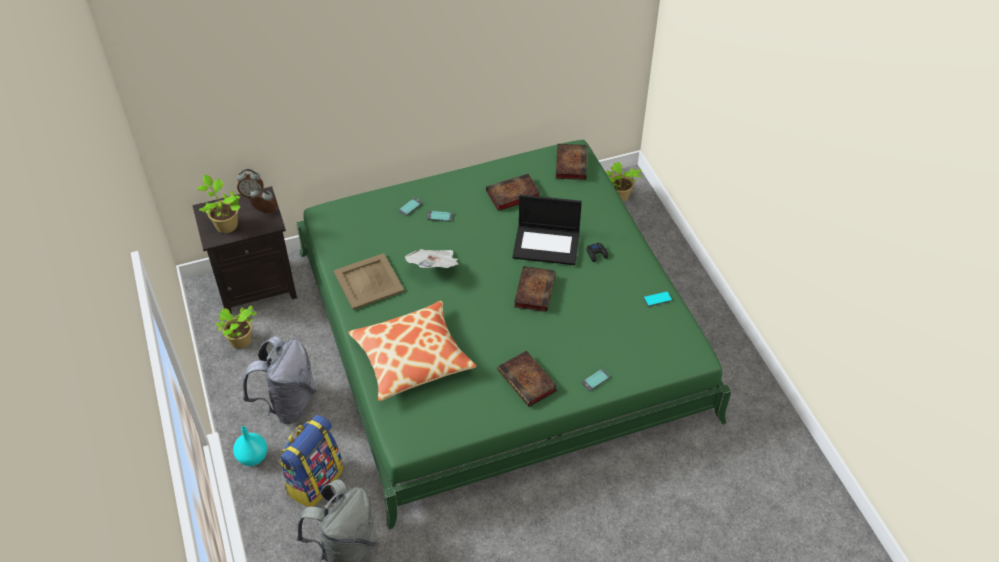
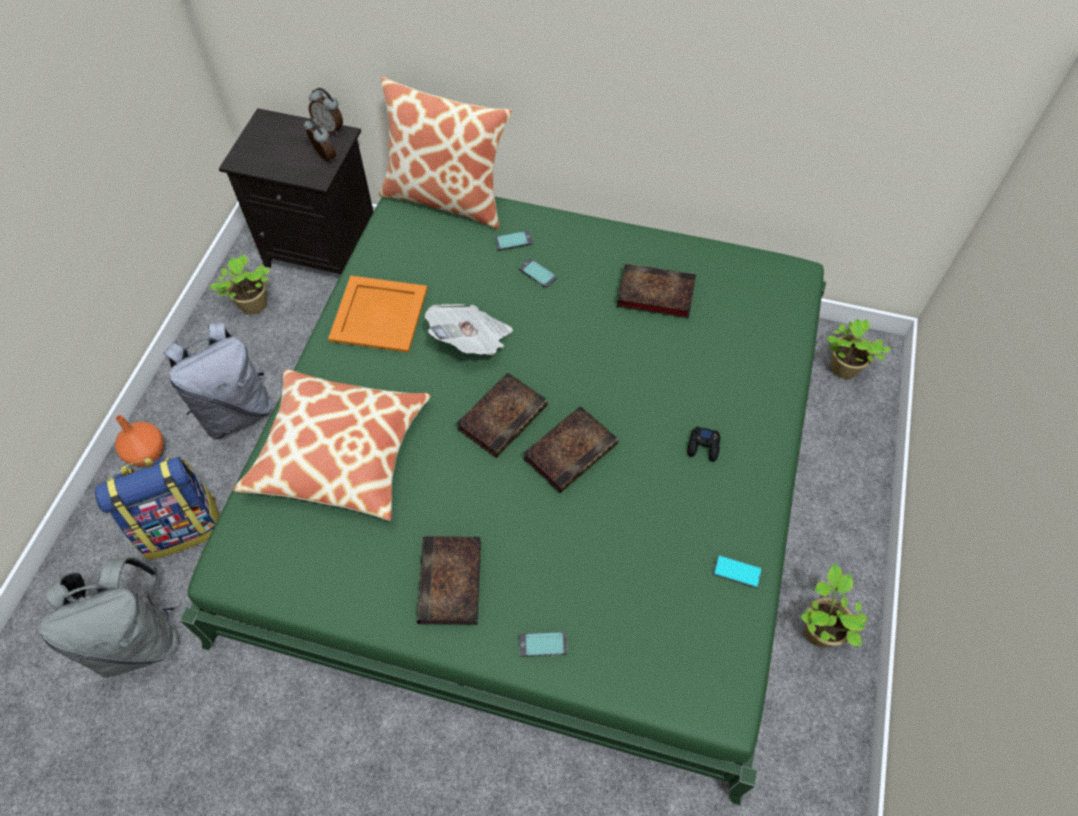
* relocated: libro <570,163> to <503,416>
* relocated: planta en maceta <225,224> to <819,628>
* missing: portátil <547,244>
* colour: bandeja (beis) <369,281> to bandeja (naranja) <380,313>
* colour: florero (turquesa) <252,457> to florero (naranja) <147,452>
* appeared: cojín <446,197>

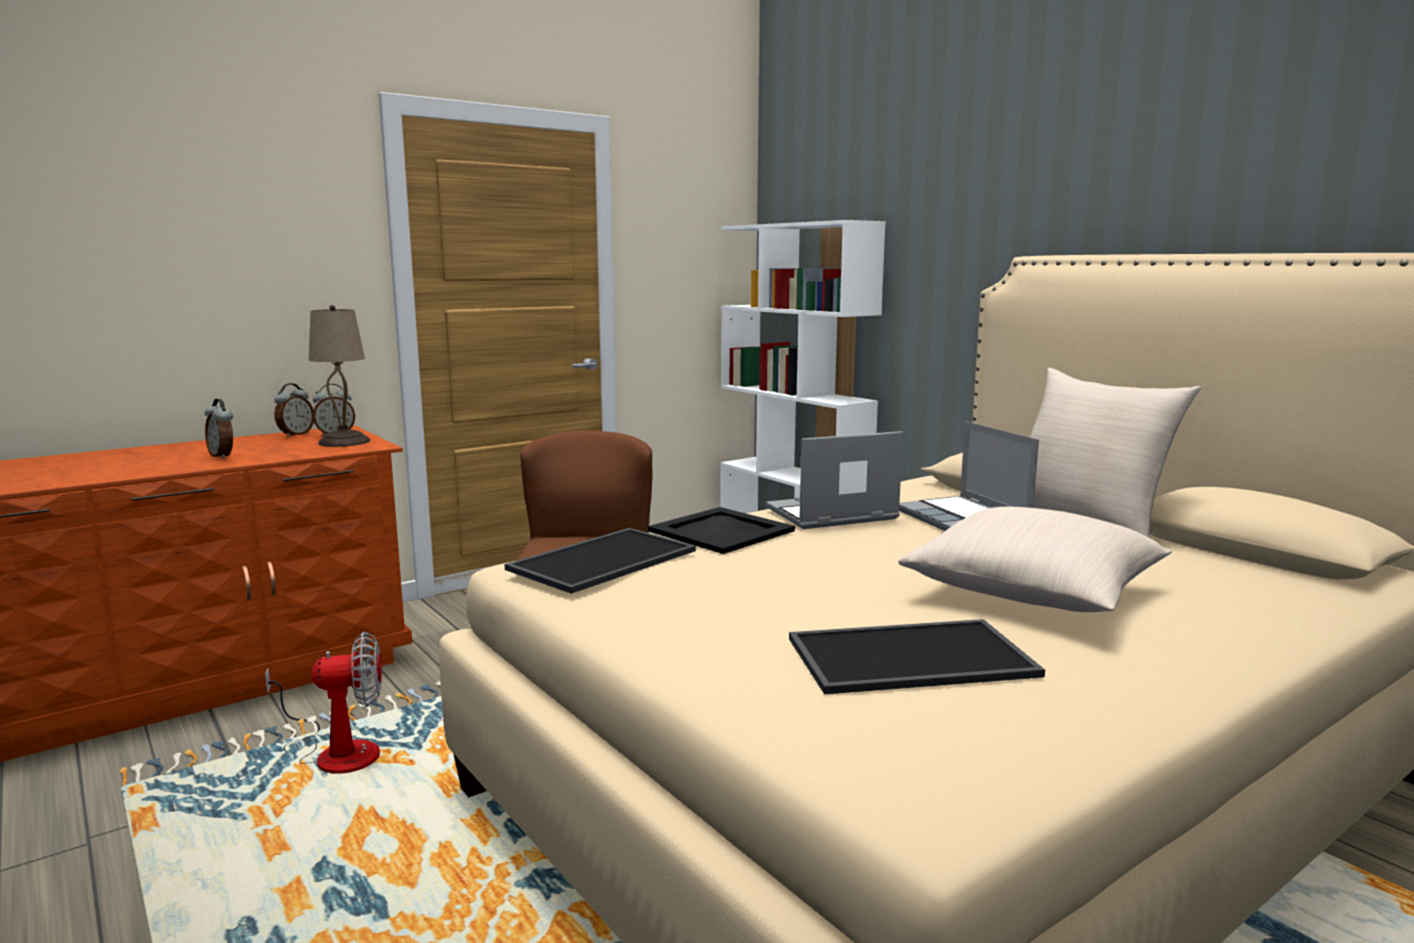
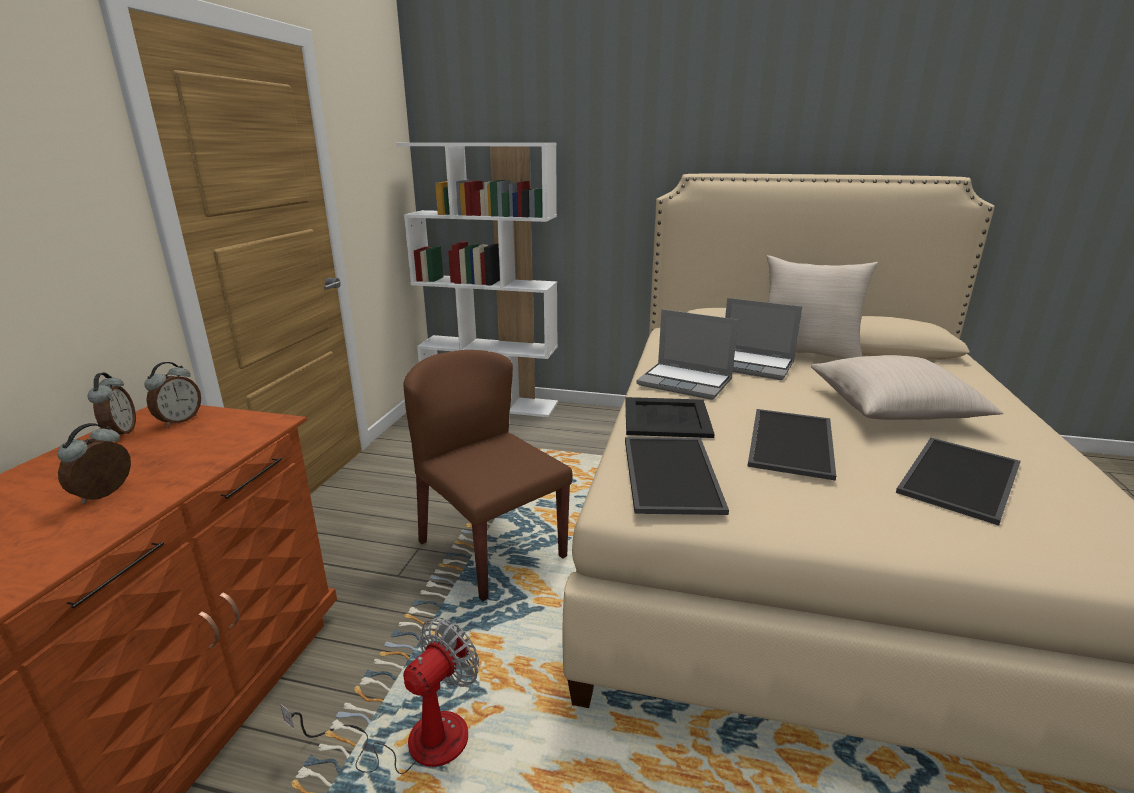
* missing: lámpara de mesa (beis) <345,442>
* spun: despertador <223,456> = <106,495> 105 degrees clockwise
* spun: portátil <830,515> = <686,382> 90 degrees counterclockwise
* appeared: bandeja <793,443>

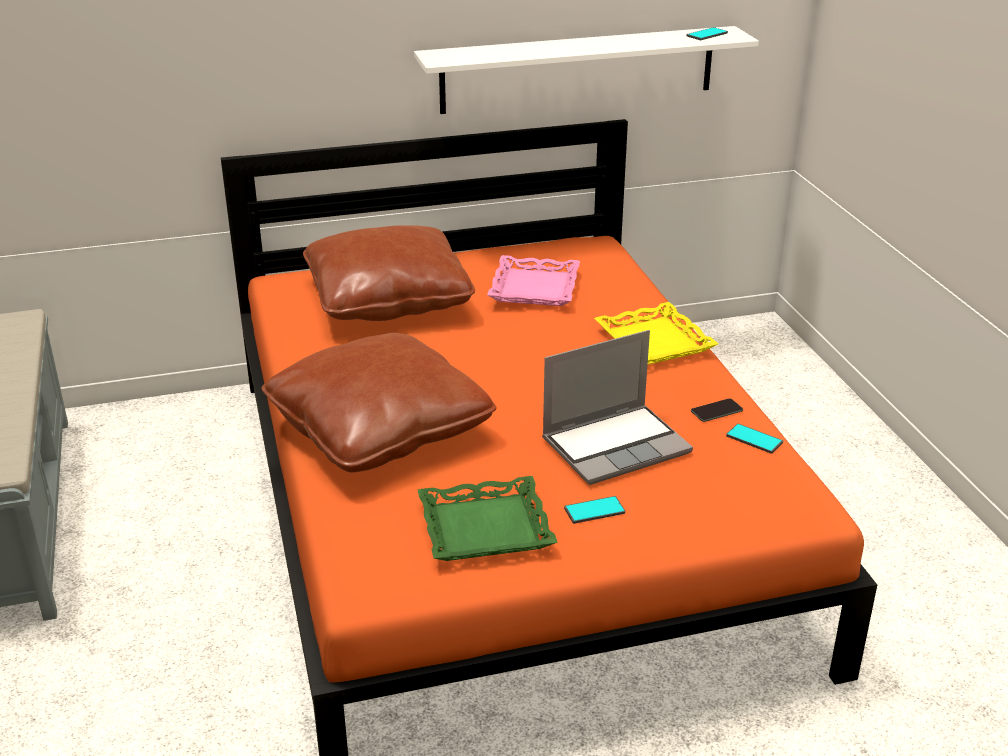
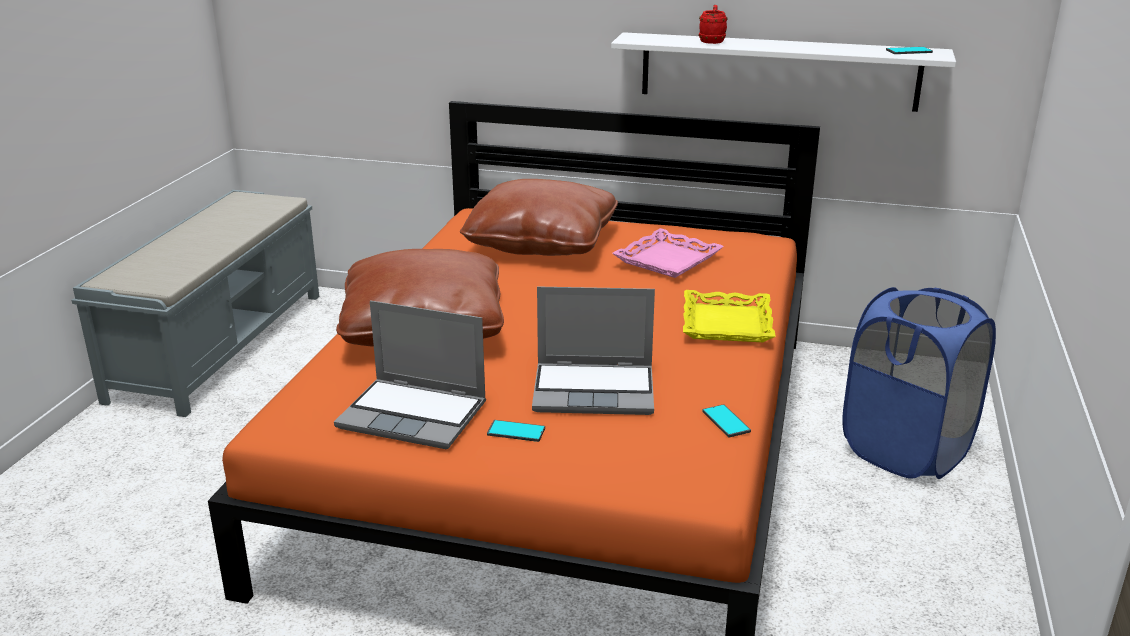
* missing: móvil <716,411>
* exchanged: bandeja (verde) <485,527> to portátil <415,415>
* appeared: taza grande (rojo) <712,41>
* appeared: cesto de la ropa (azul) <905,450>

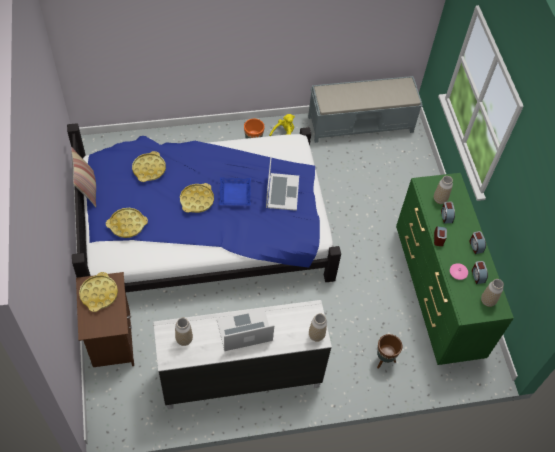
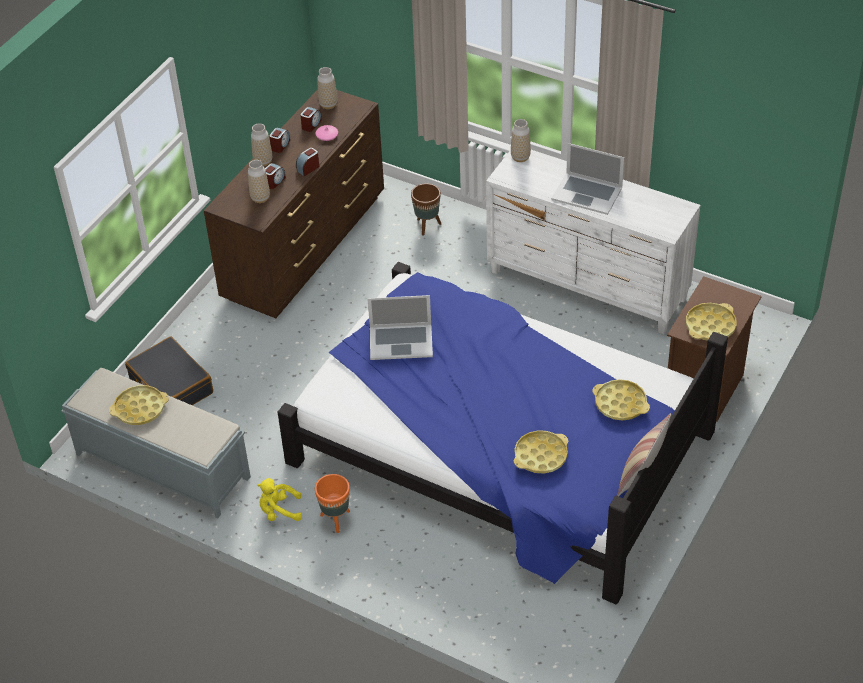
* spun: portátil <282,192> = <401,341> 135 degrees counterclockwise
* colour: cómoda (verde) <437,293> to cómoda (marrón) <306,247>
* missing: bandeja (azul) <234,193>
* relocated: bandeja (amarillo) <197,200> to <140,409>
* relocated: florero <184,339> to <263,162>
* appeared: maleta (negro) <170,386>

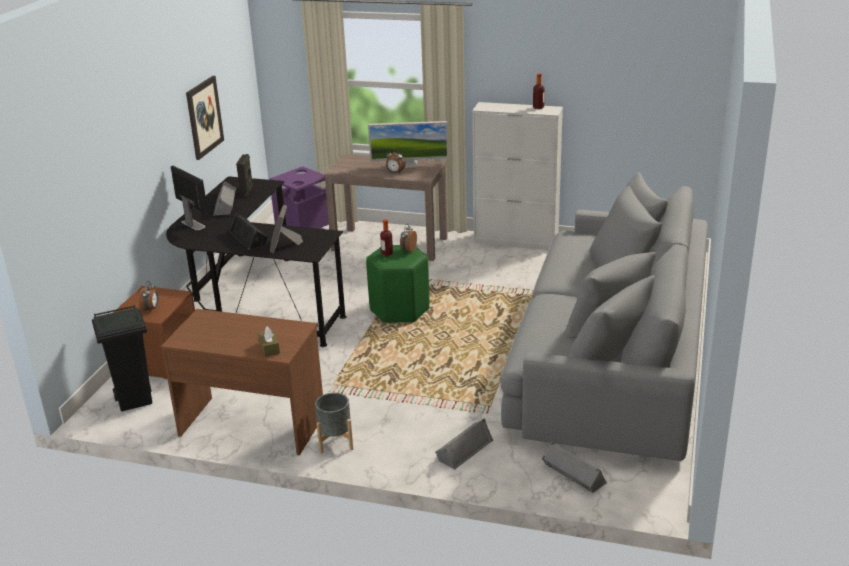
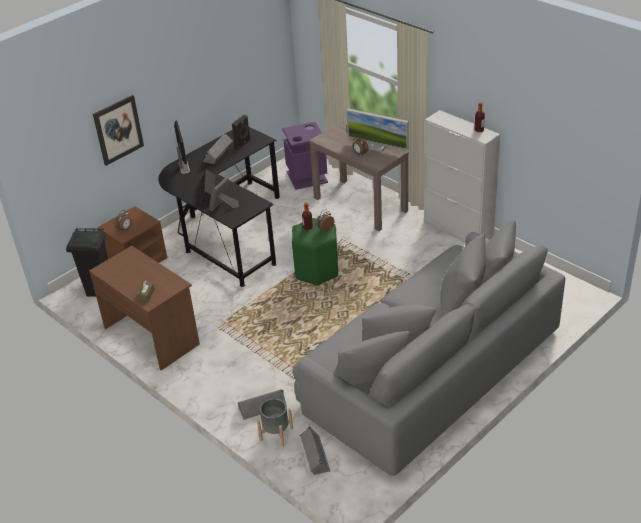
* relocated: cuadro <204,117> to <118,130>
* relocated: maceta (gris) <335,441> to <276,434>

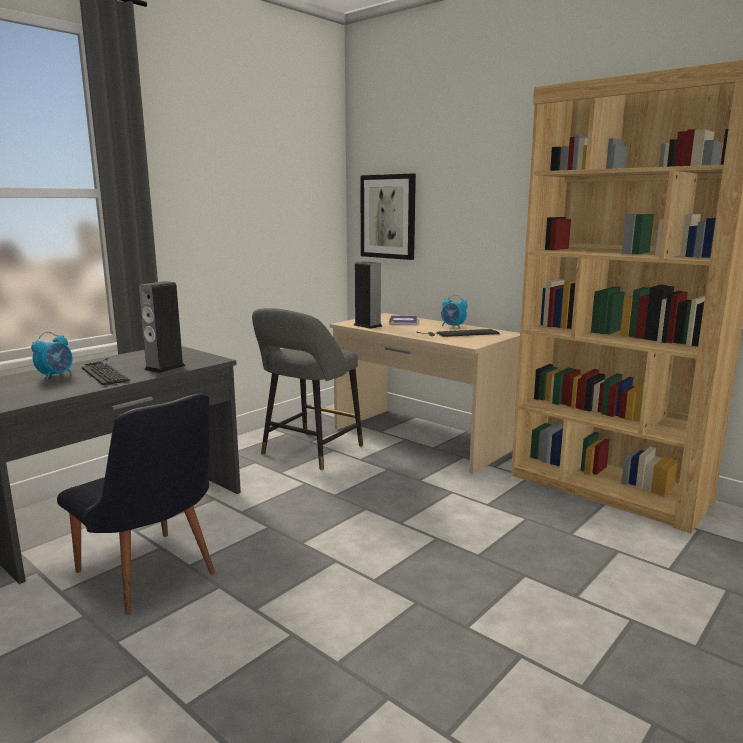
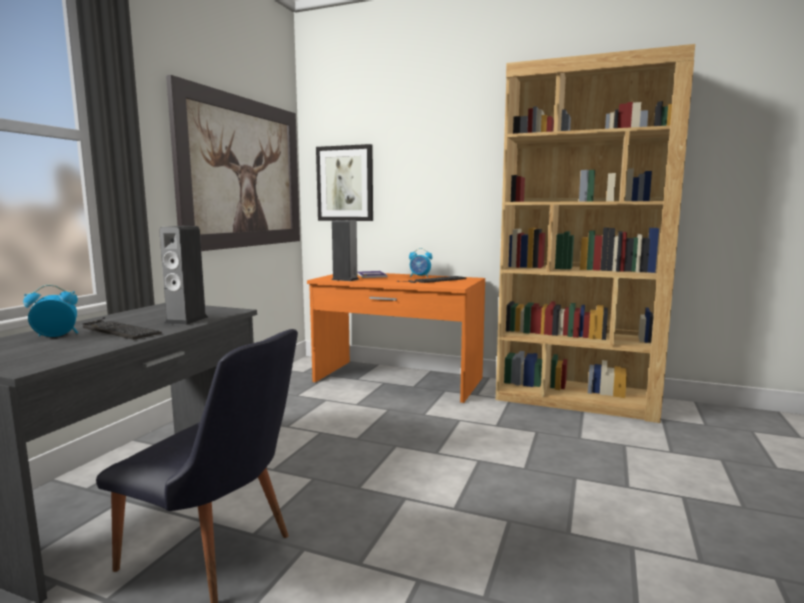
* missing: taburete (gris) <309,452>
* colour: escritorio (beis) <421,438> to escritorio (naranja) <397,380>
* spun: despertador <56,375> = <56,336> 120 degrees counterclockwise
* appeared: cuadro <243,173>

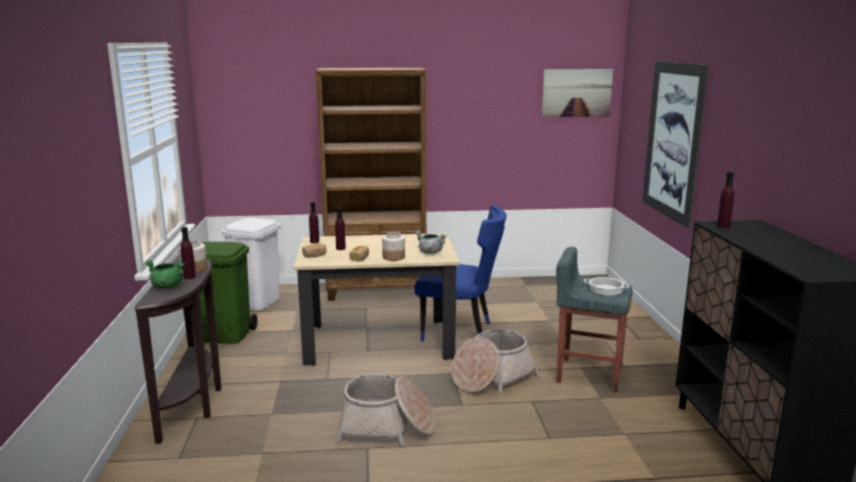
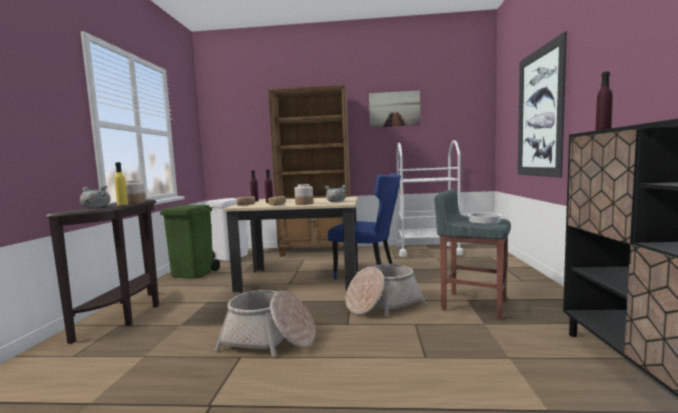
* relocated: cuadro <576,93> to <394,109>
* colour: botella (morado) <189,277> to botella (amarillo) <122,204>
* colour: olla (verde) <166,286> to olla (gris) <95,207>
* appeared: carrito (blanco) <427,250>

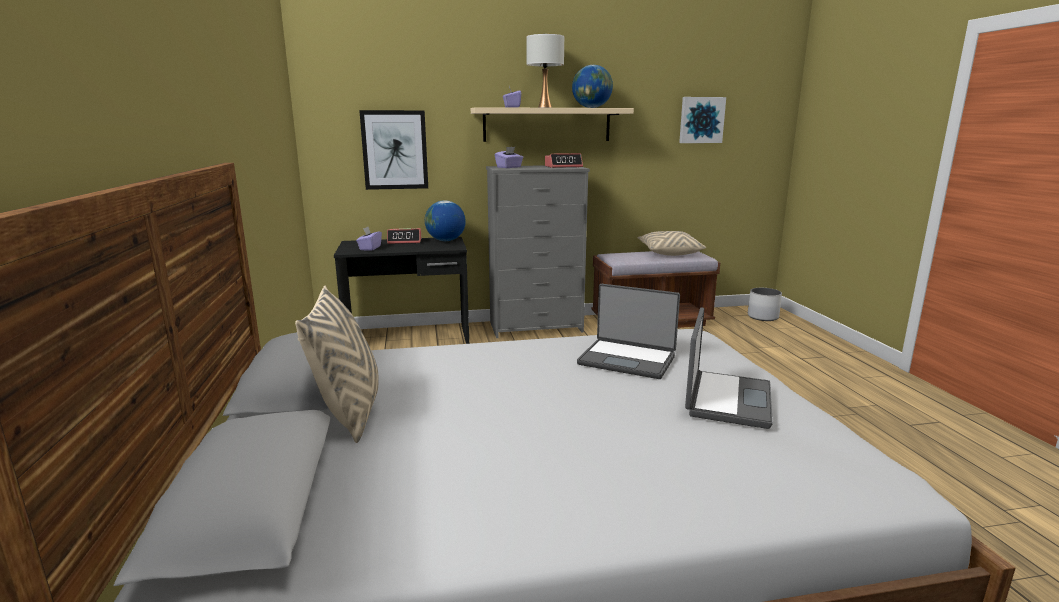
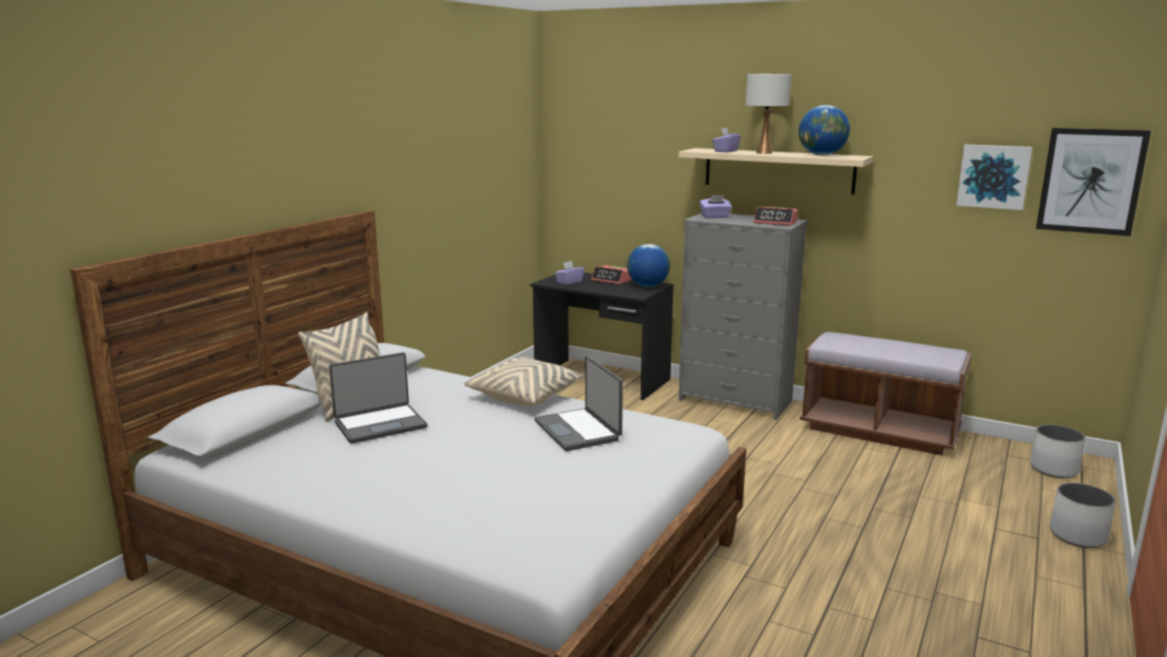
* relocated: cuadro <395,150> to <1091,181>
* relocated: cojín (beis) <669,253> to <526,395>
* relocated: portátil <726,399> to <380,424>
* appeared: maceta (blanco) <1078,536>

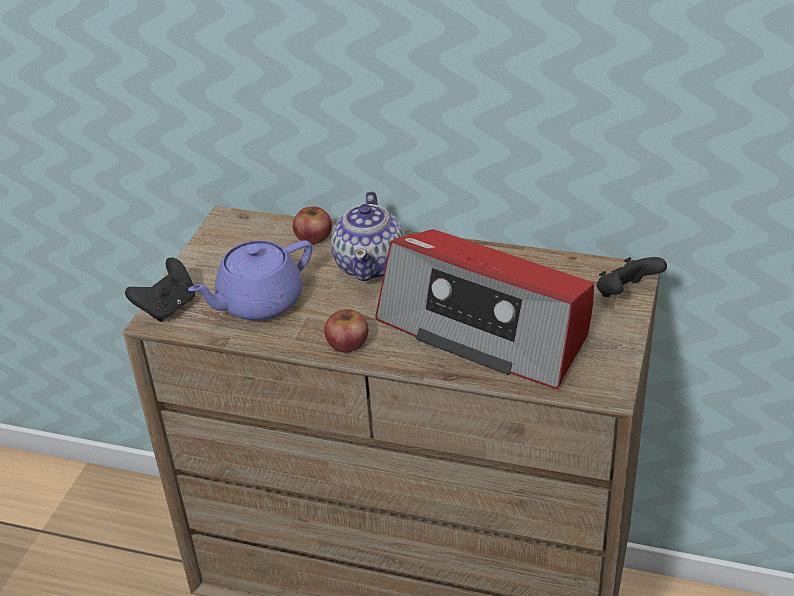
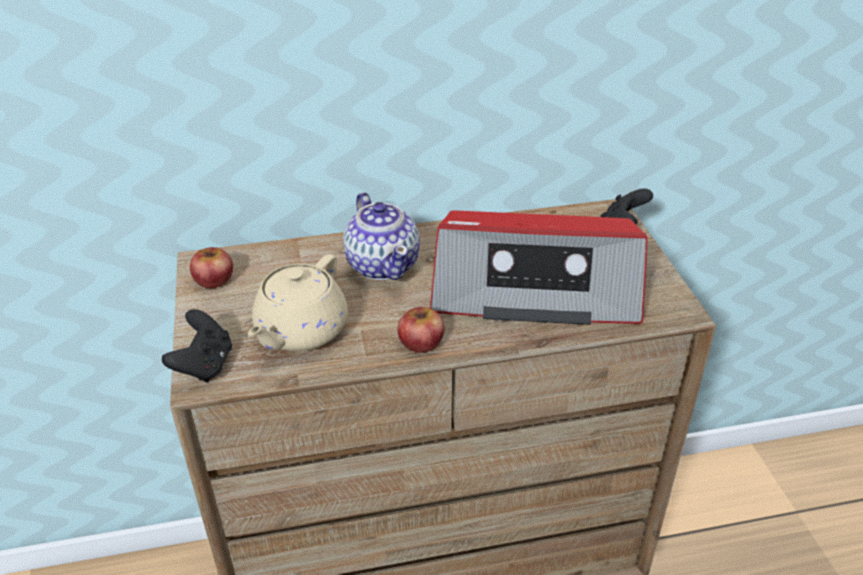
* relocated: manzana <313,236> to <214,279>
* colour: tetera (morado) <258,303> to tetera (beis) <300,331>

